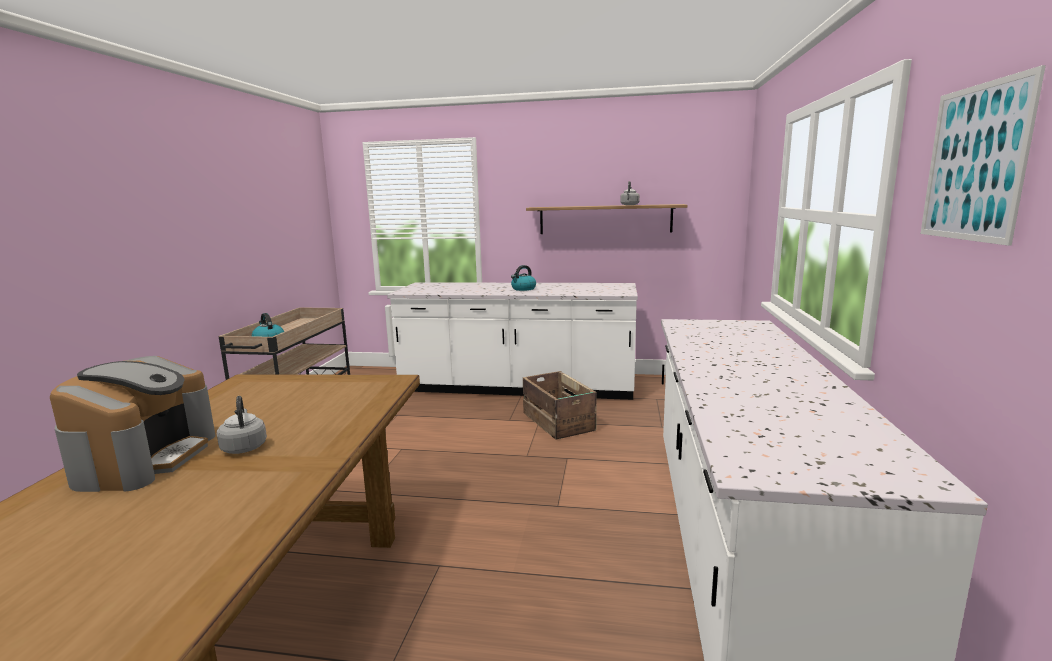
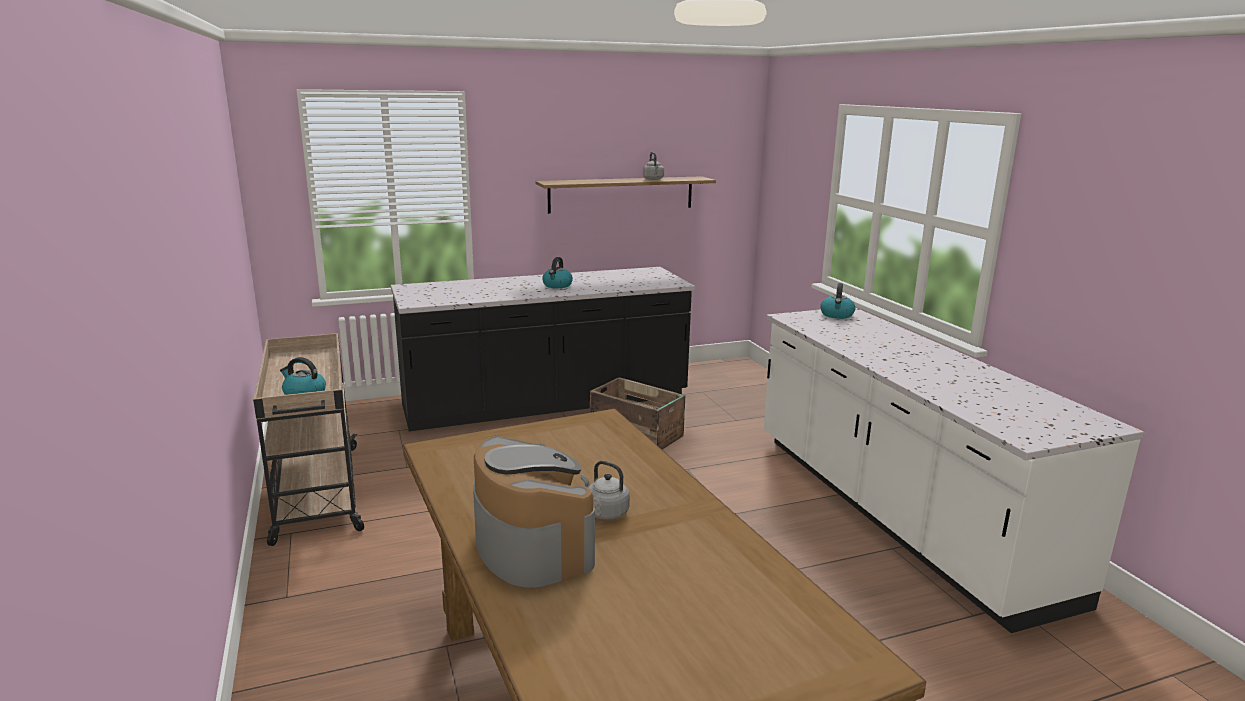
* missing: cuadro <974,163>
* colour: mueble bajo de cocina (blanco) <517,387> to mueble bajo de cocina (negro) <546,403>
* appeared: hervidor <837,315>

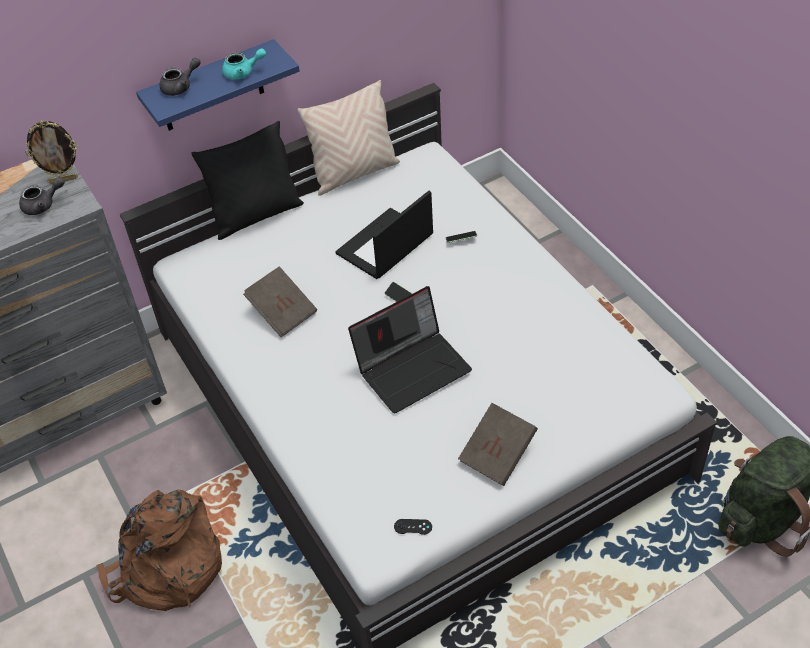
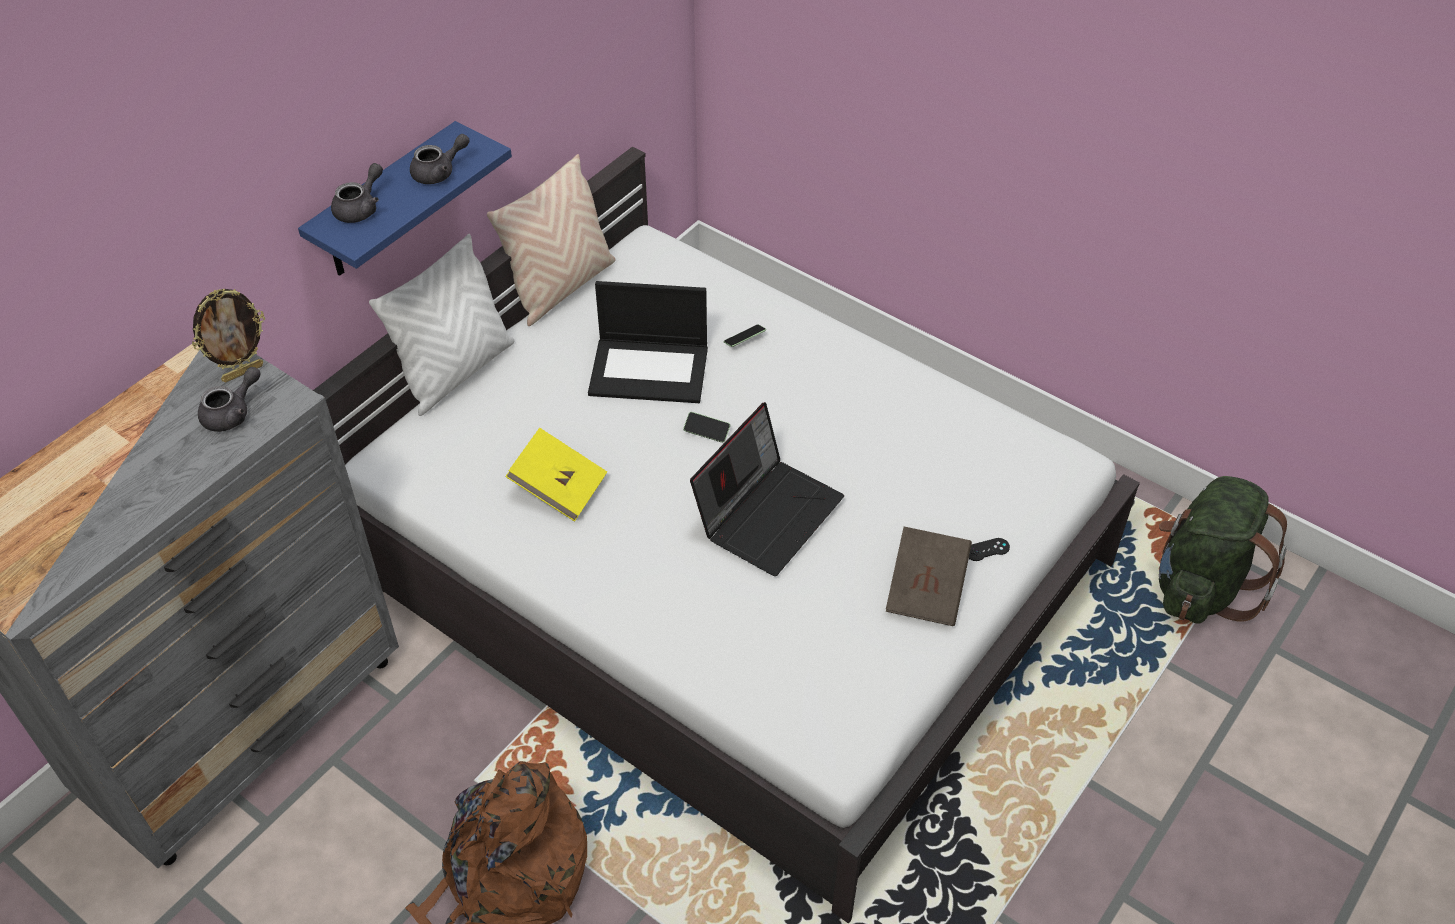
* colour: tetera (turquesa) <243,72> to tetera (gris) <439,172>
* colour: cojín (negro) <256,215> to cojín (blanco) <456,371>
* spun: portátil <385,245> = <650,370> 105 degrees counterclockwise
* colour: libro (marrón) <282,312> to libro (amarillo) <559,488>
* relocated: mando de consola (negro) <413,527> to <987,549>

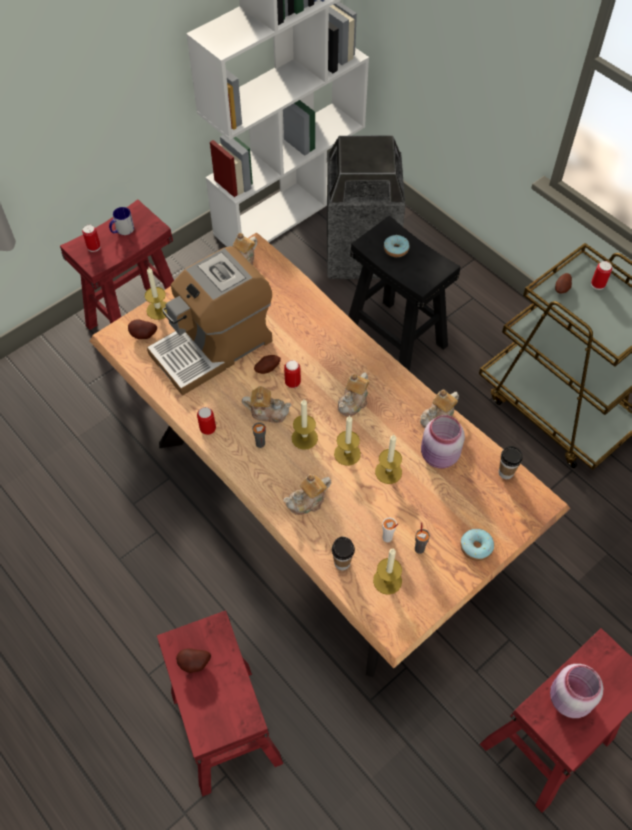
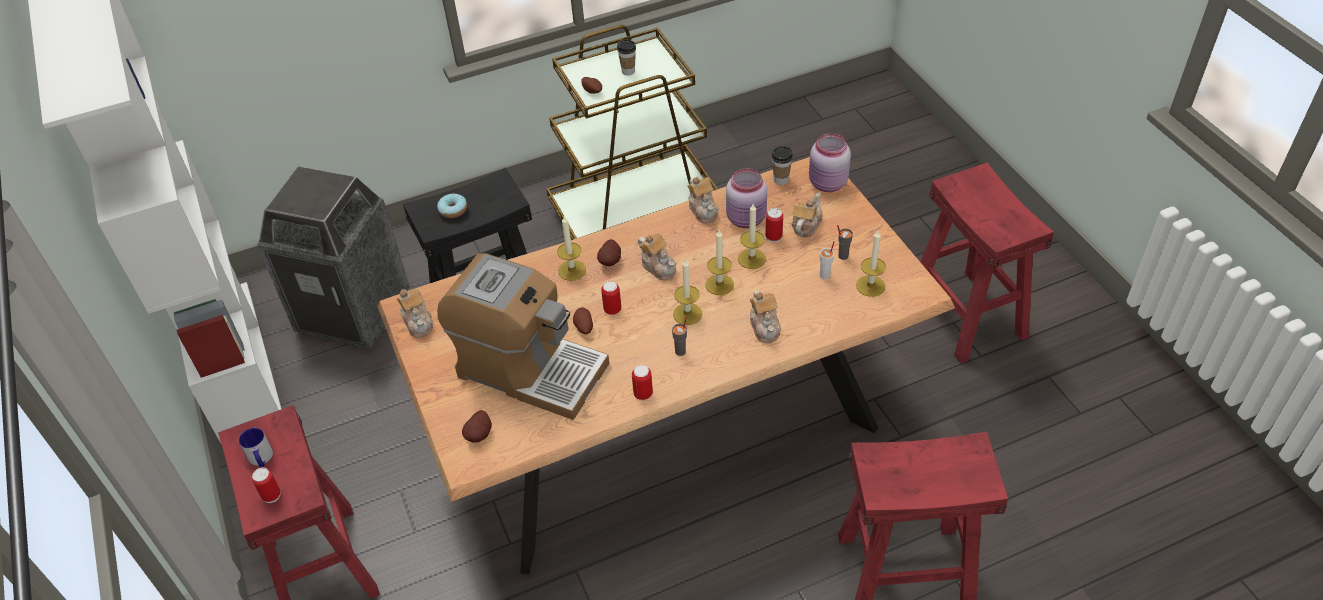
* spun: cafetera <213,346> = <530,369> 45 degrees counterclockwise
* relocated: lata <598,284> to <773,237>
* relocated: vela <158,310> to <572,270>
* relocated: tetera <268,412> to <806,225>
* missing: rosquilla <476,547>
* relocated: taza <342,563> to <628,71>
* relocated: patata <194,664> to <611,261>
* relocated: tarro (rosa) <568,699> to <827,184>

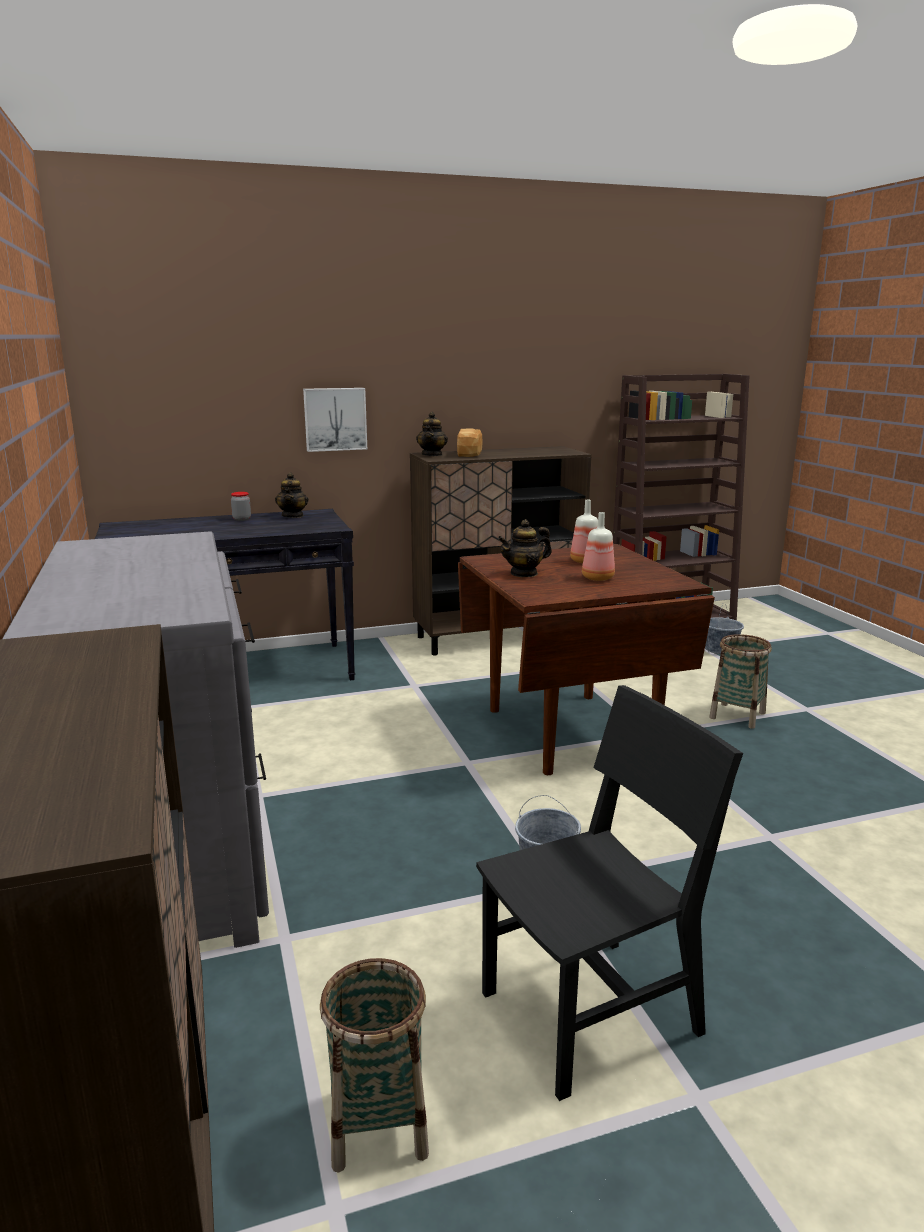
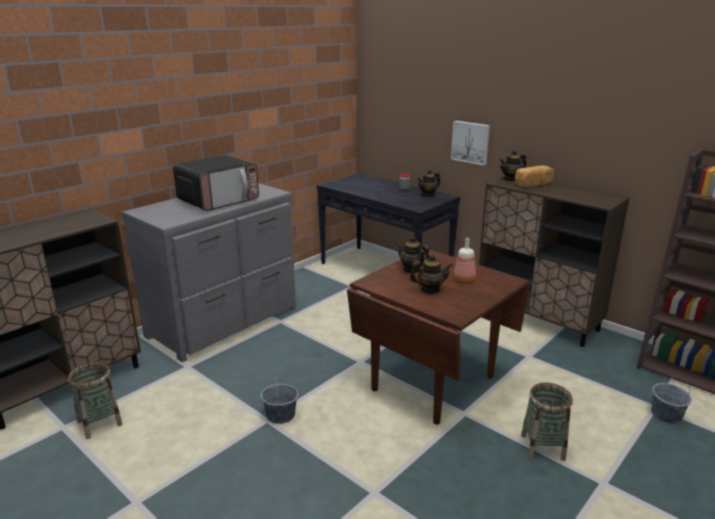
* exchanged: botella <596,578> to tetera <430,289>
* missing: silla (negro) <591,1013>
* appeared: microondas <219,200>

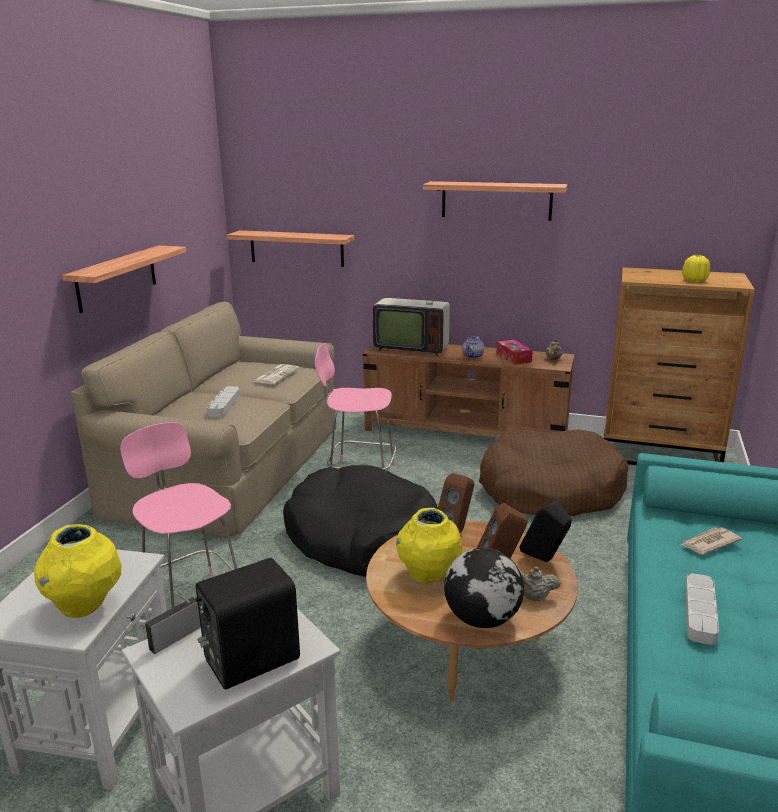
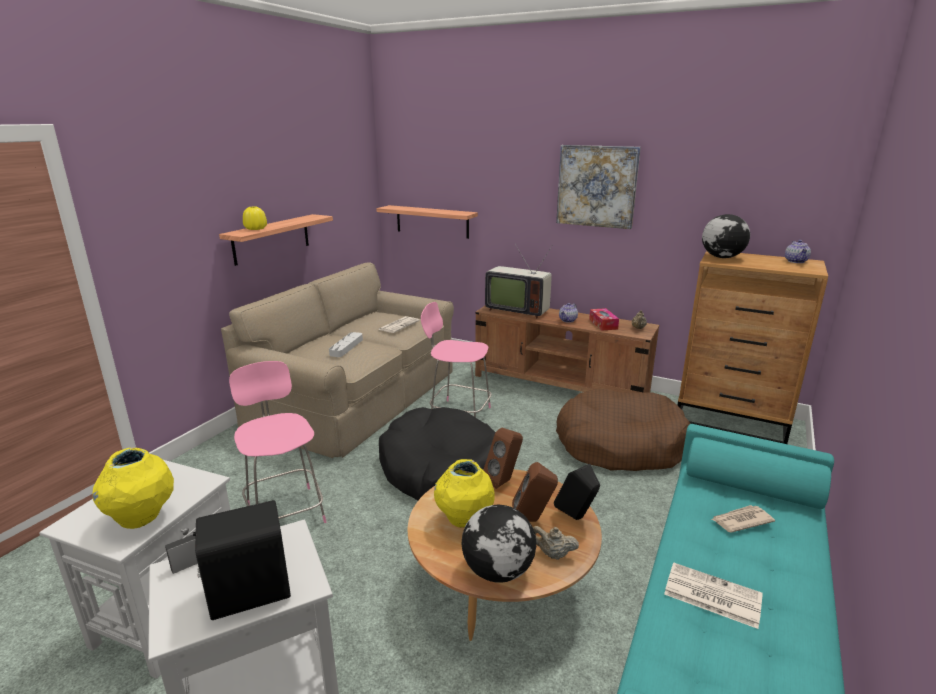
* exchanged: estante <496,200> to cuadro <596,186>
* relocated: florero (amarillo) <694,280> to <255,229>
* exchanged: bandeja (gris) <700,612> to periódico <711,595>
* appeared: globo terráqueo <721,257>
* appeared: tetera <796,261>

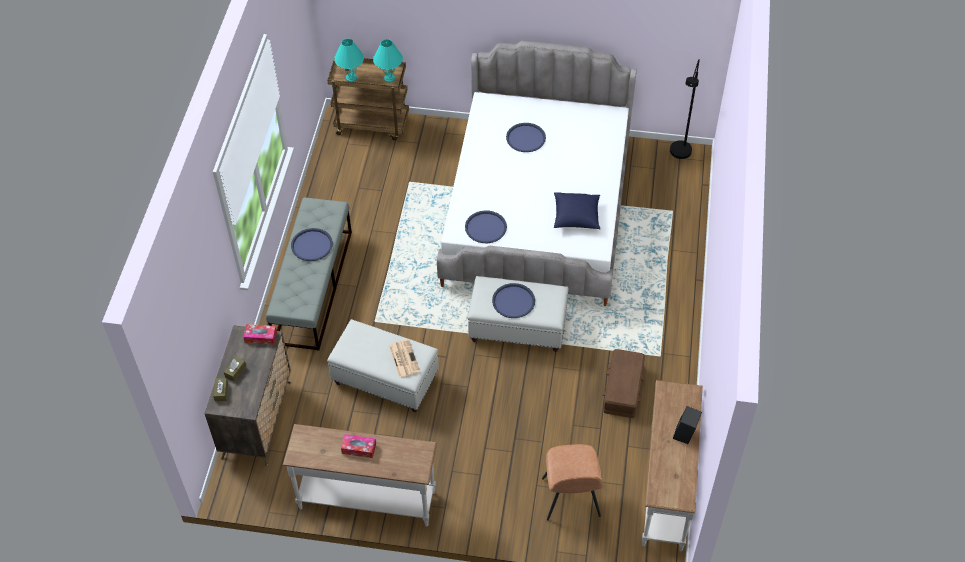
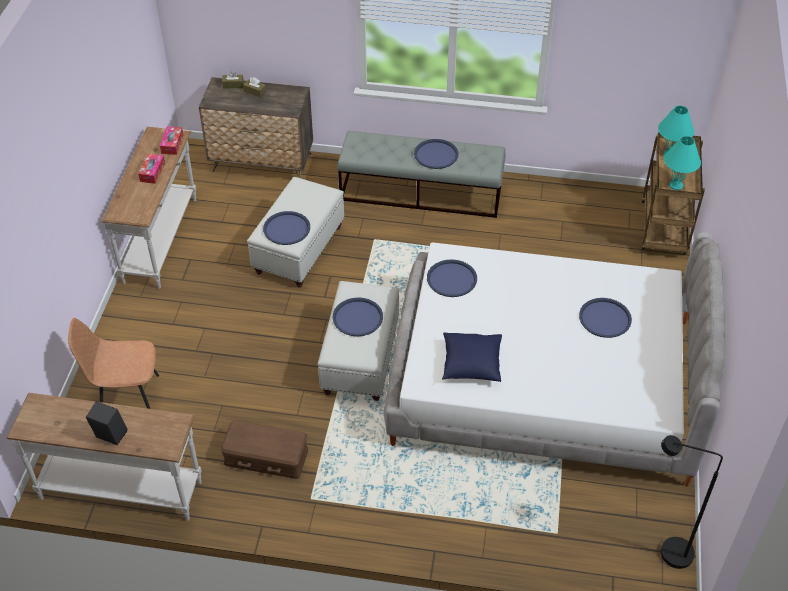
* relocated: caja de pañuelos <261,337> to <172,144>
* exchanged: periódico <404,358> to bandeja (azul) <286,229>

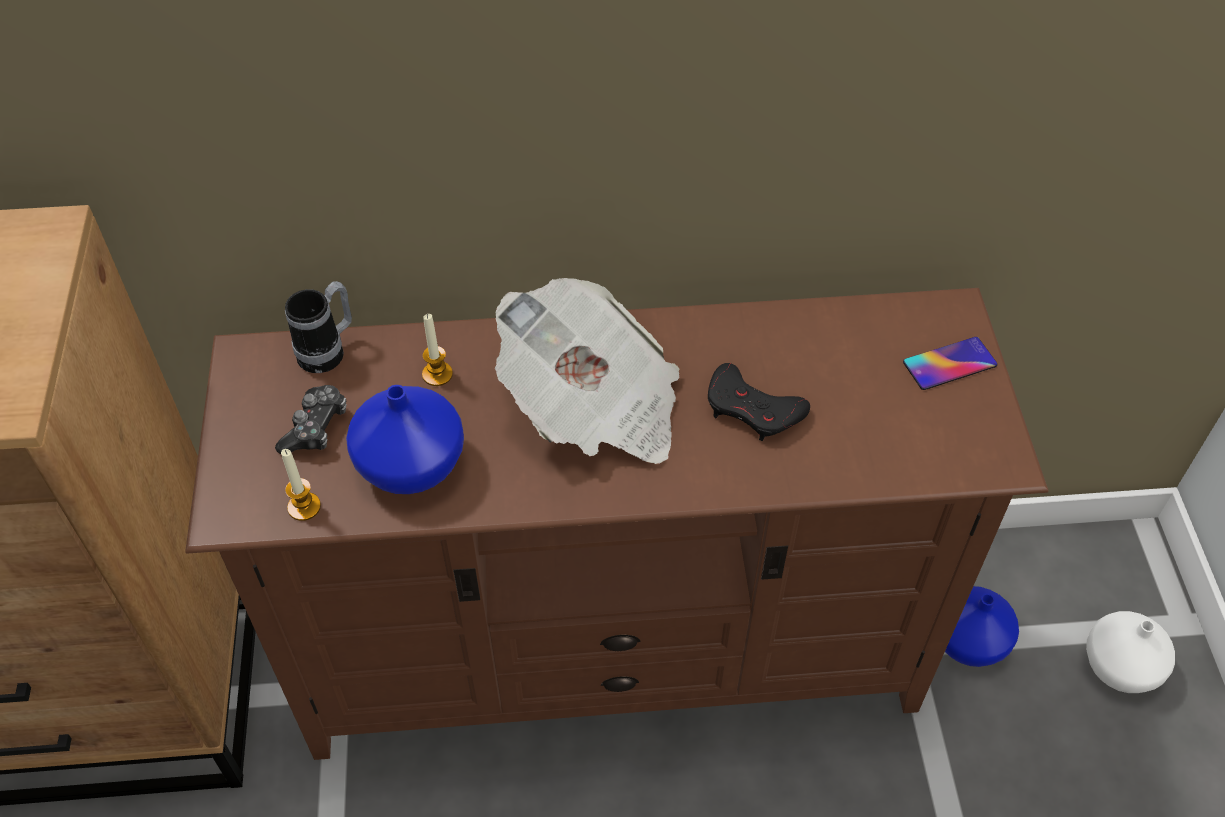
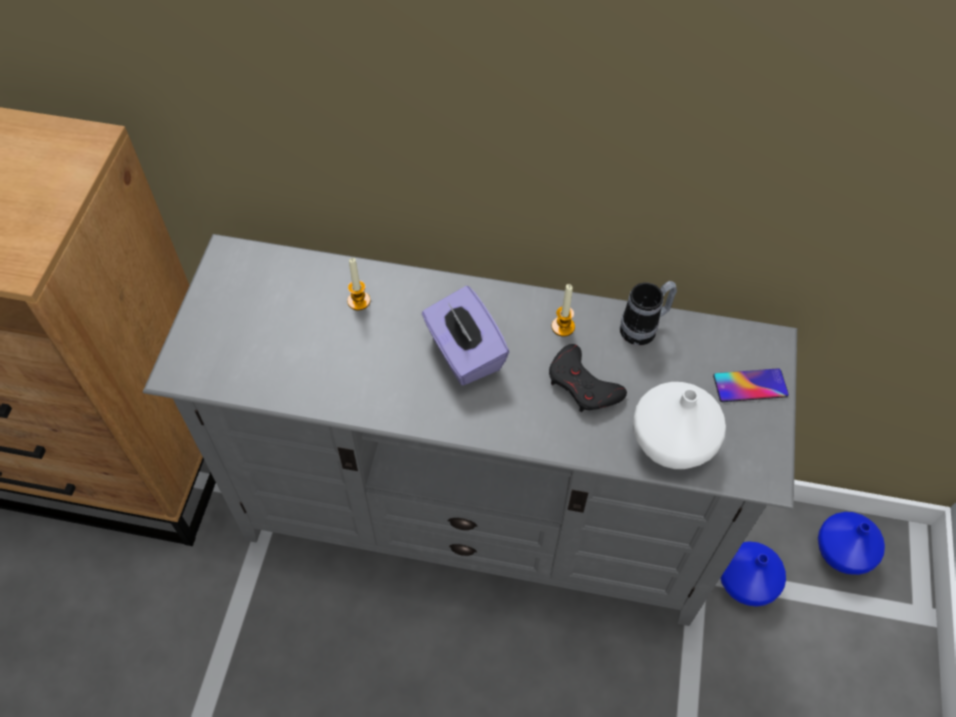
* exchanged: periódico <593,406> to caja de pañuelos (morado) <464,353>
* relocated: taza grande <329,351> to <644,328>
* colour: mueble de televisión (marrón) <614,653> to mueble de televisión (gris) <477,520>
* missing: mando de consola <316,428>
* relocated: florero (azul) <412,466> to <843,553>
* relocated: vela <304,507> to <563,327>
* relocated: florero (blanco) <1118,665> to <671,440>

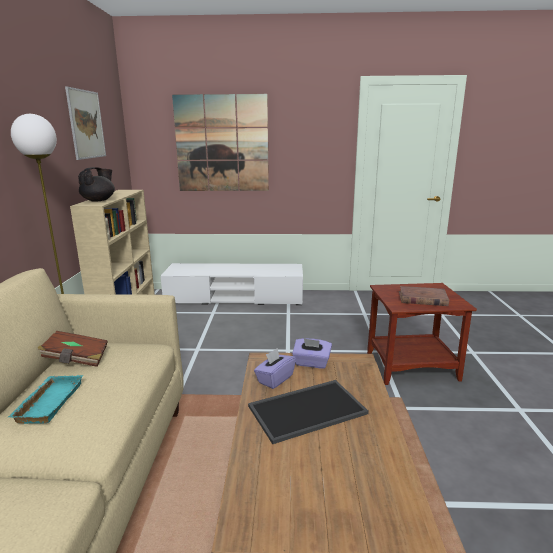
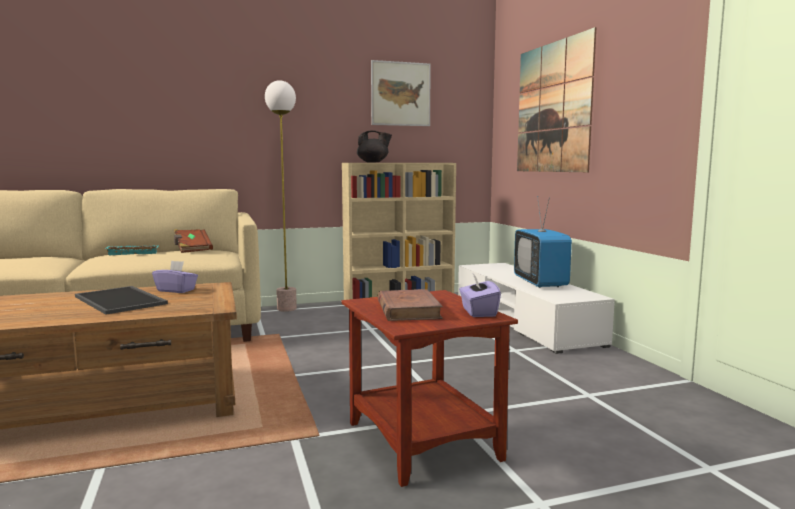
* relocated: caja de pañuelos (morado) <311,363> to <478,312>
* appeared: televisor <540,283>

